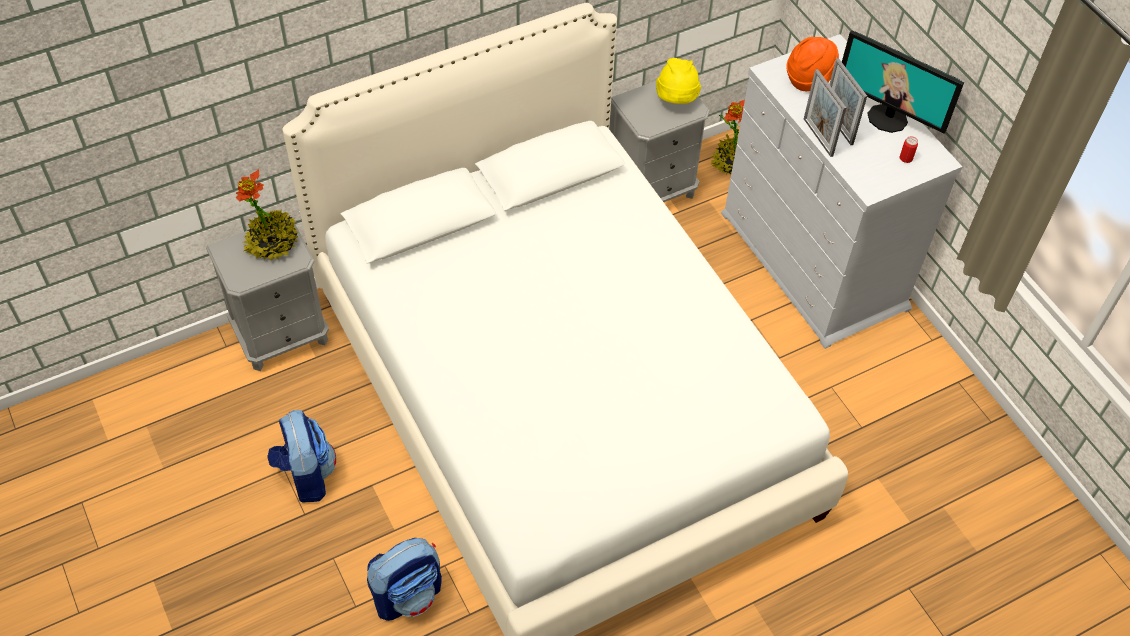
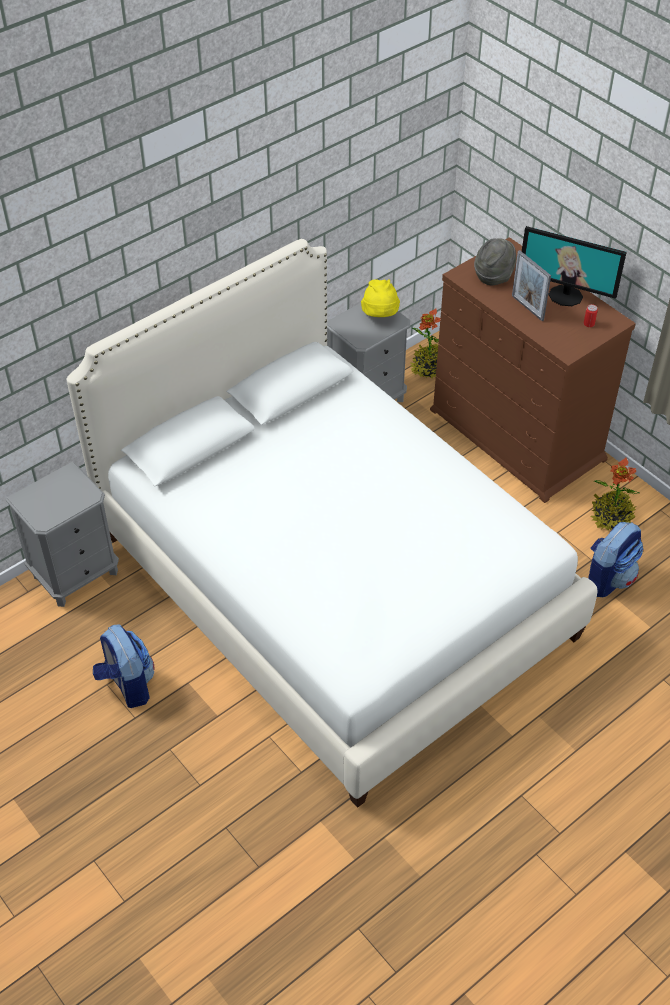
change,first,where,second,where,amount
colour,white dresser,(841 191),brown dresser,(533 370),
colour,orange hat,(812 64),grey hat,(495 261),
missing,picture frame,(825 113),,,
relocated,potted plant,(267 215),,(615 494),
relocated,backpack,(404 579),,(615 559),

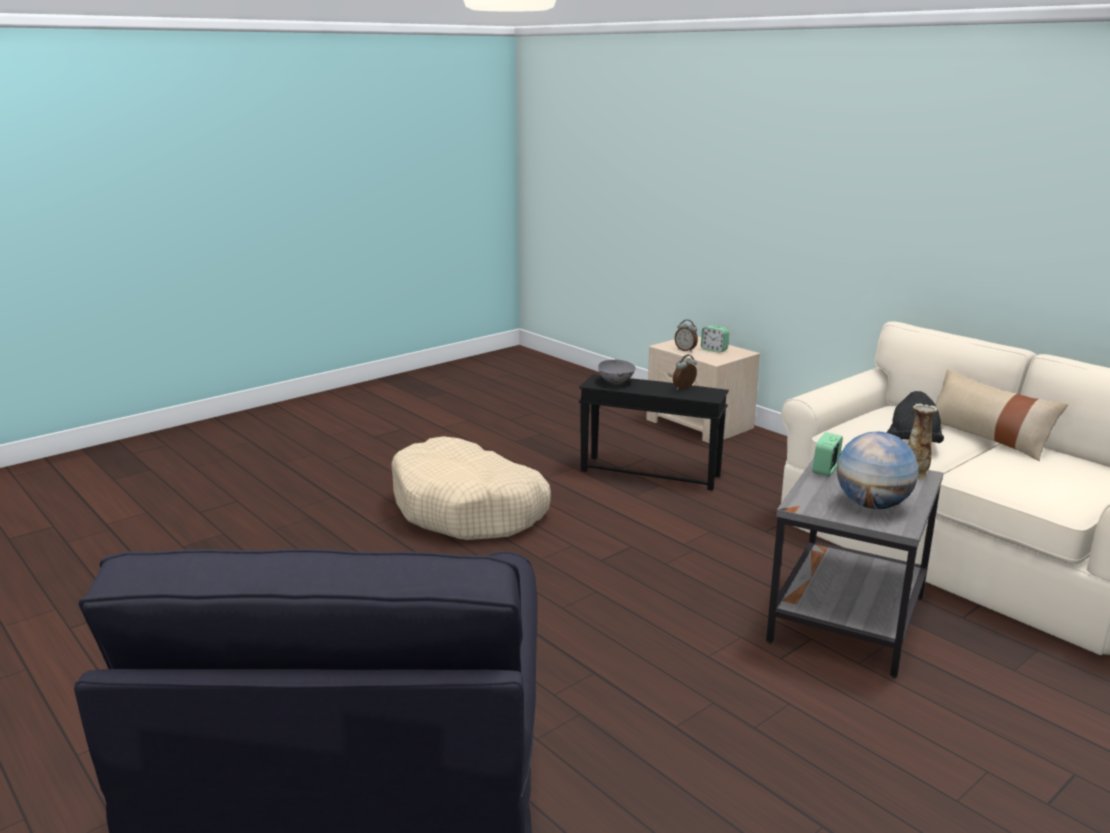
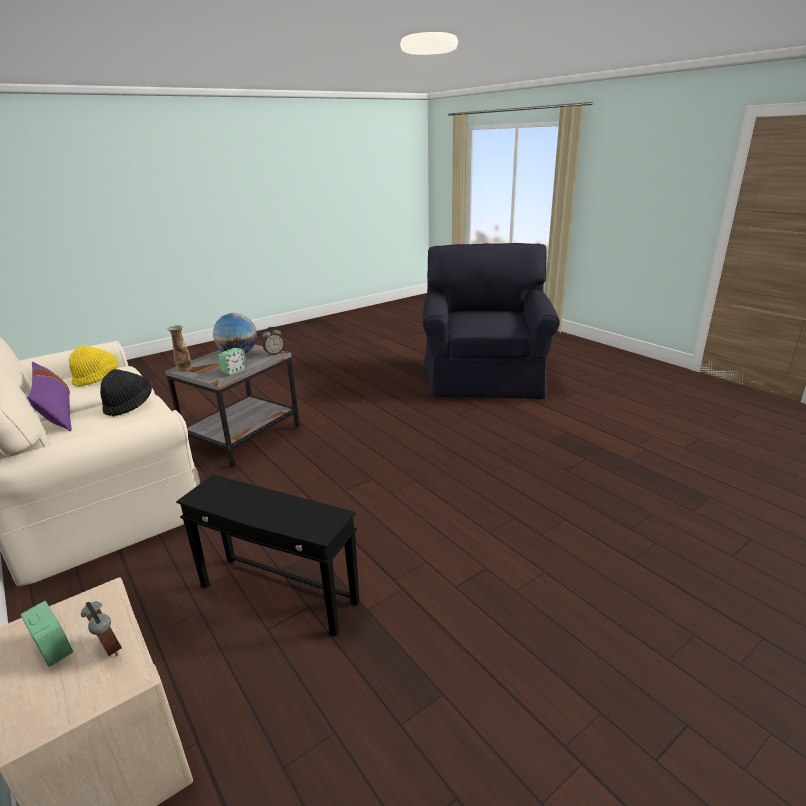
change,first,where,second,where,amount
relocated,alarm clock,(685 372),,(273 341),
missing,grey bowl,(617 372),,,
colour,beige pillow,(1001 415),purple pillow,(49 396),
missing,beige dog bed,(471 488),,,
appeared,,,yellow hat,(93 366),

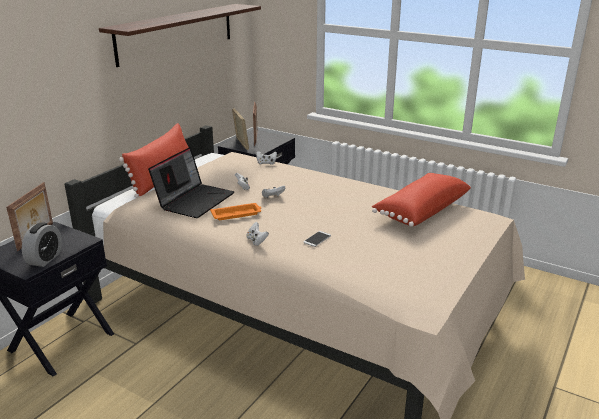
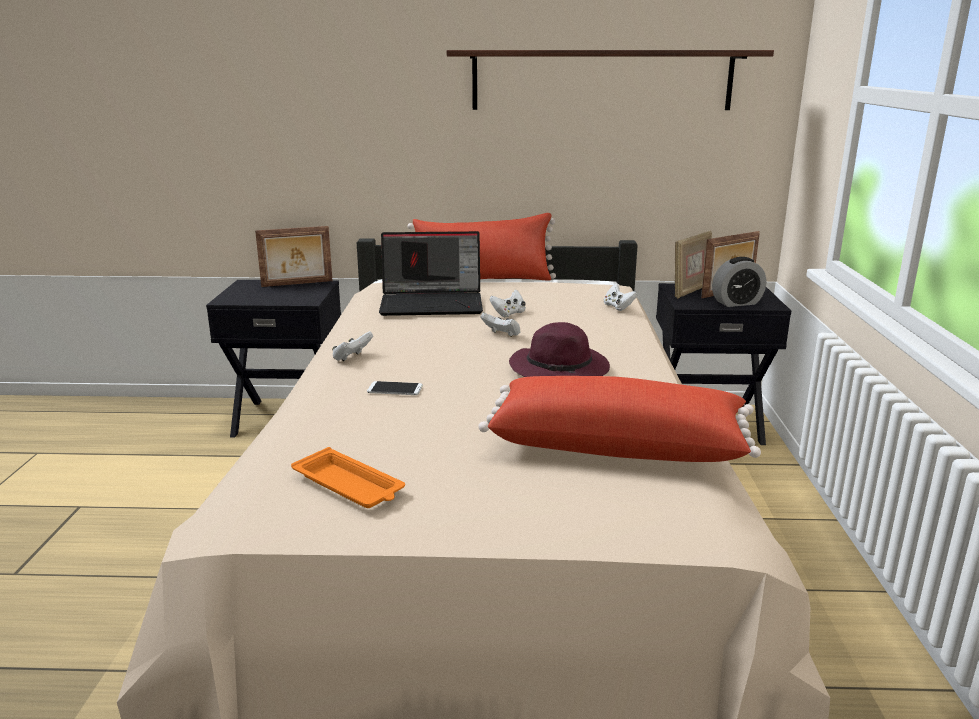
change,first,where,second,where,amount
relocated,orange tray,(235 211),,(348 477),
relocated,alarm clock,(42 244),,(739 282),
appeared,,,purple hat,(559 349),

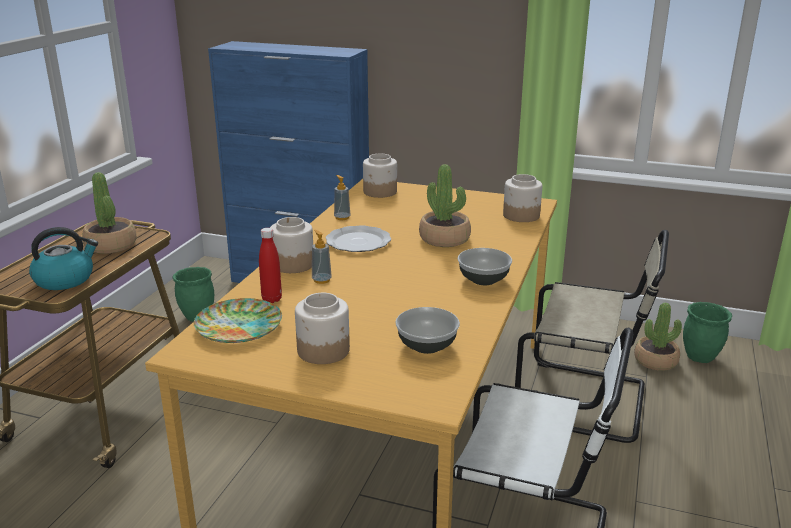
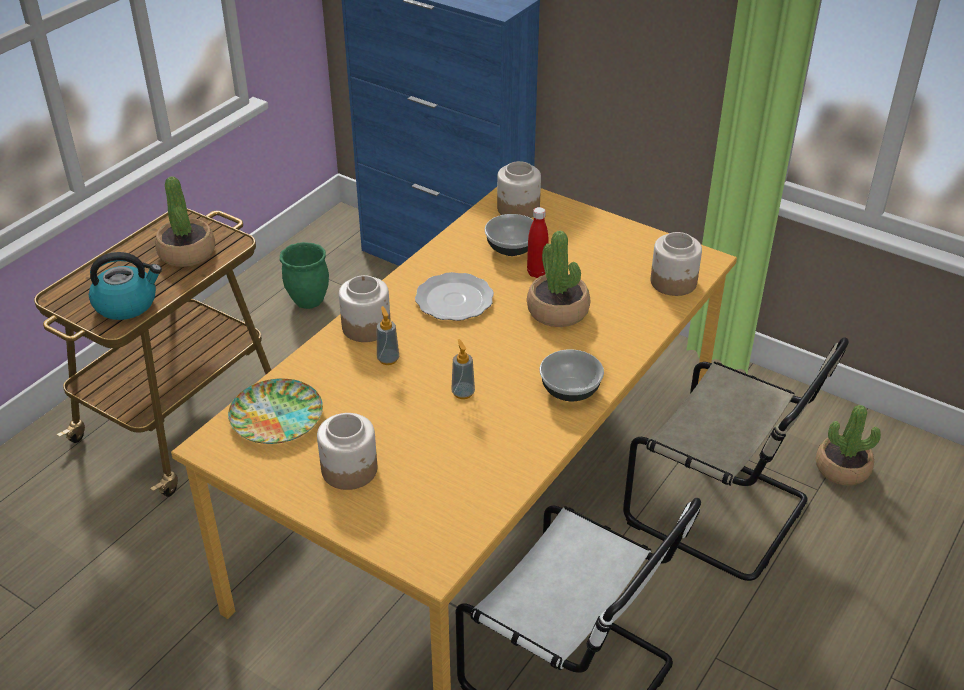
change,first,where,second,where,amount
relocated,soap dispenser,(342 197),,(463 369),
relocated,red bottle,(270 265),,(537 242),
missing,green planter,(707 332),,,
relocated,bowl,(427 330),,(509 235),

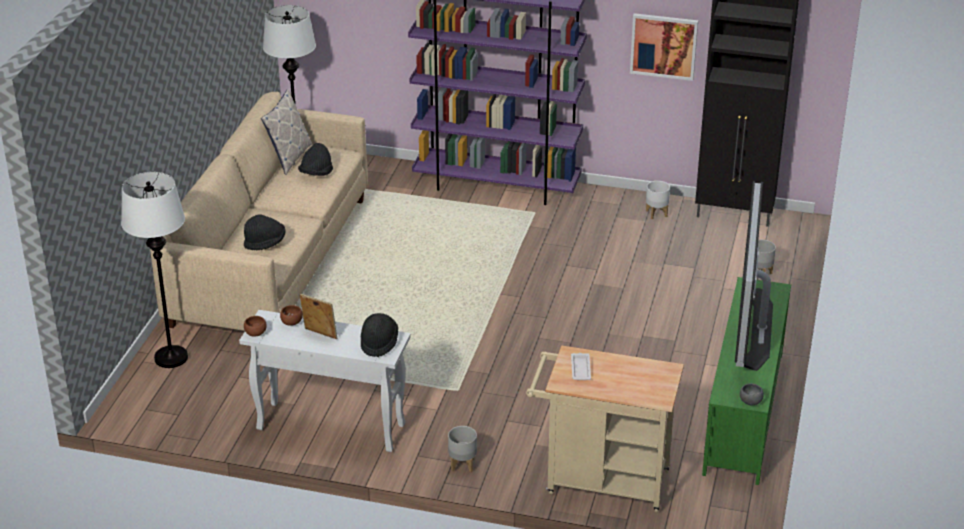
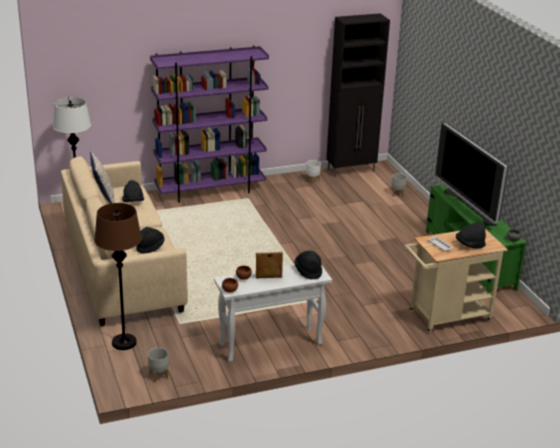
change,first,where,second,where,amount
missing,picture,(664 47),,,
colour,white floor lamp,(154 270),brown floor lamp,(118 276),
relocated,grey planter,(462 449),,(158 365),
appeared,,,black hat,(471 235),

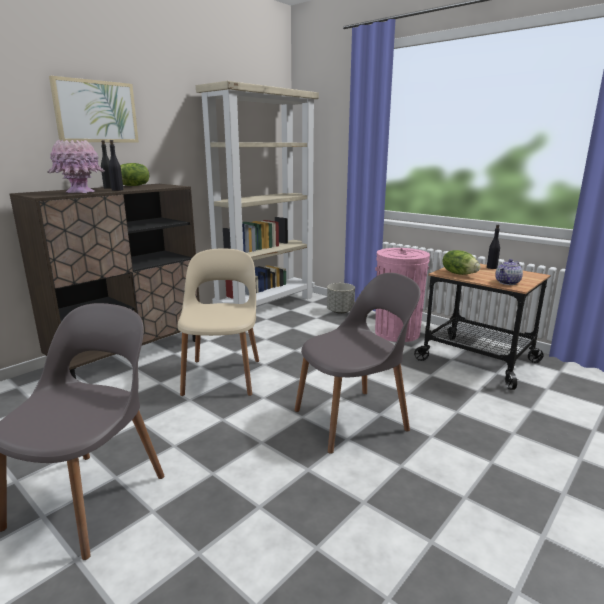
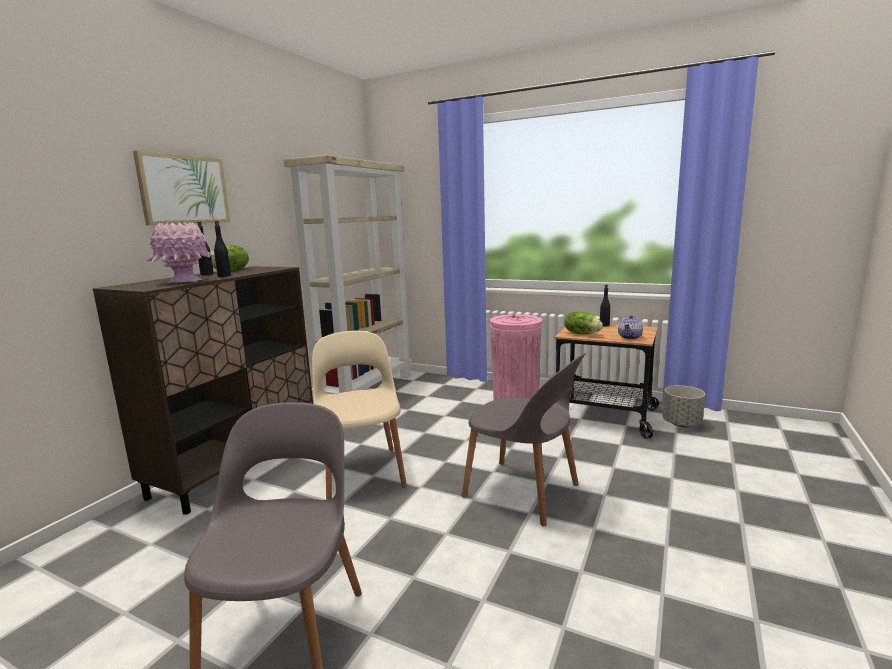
change,first,where,second,where,amount
spun,grey chair,(357 363),,(524 439),75 degrees clockwise
relocated,grey planter,(341 298),,(684 406),

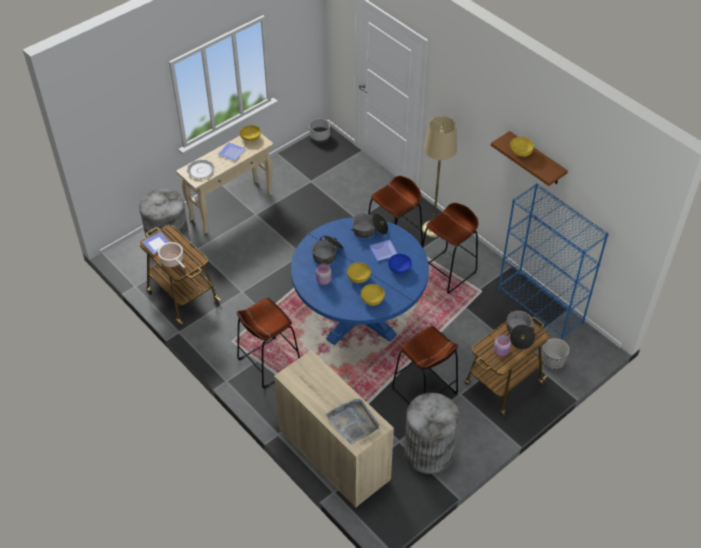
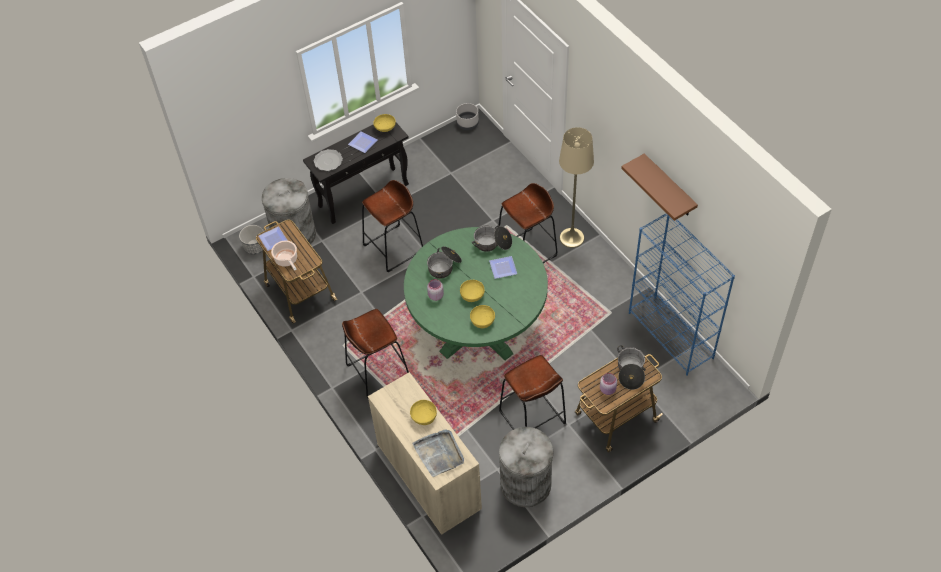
change,first,where,second,where,amount
colour,beige console table,(225 184),black console table,(356 173),
relocated,yellow bowl,(522 147),,(423 412),
relocated,brown stool,(450 248),,(392 226),
colour,blue dining table,(360 281),green dining table,(476 293),
missing,blue bowl,(400 264),,,
relocated,planter,(556 354),,(251 240),

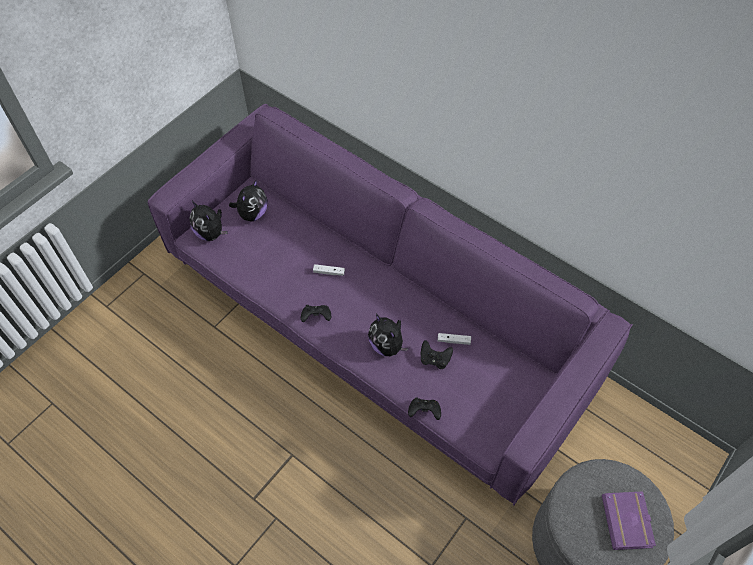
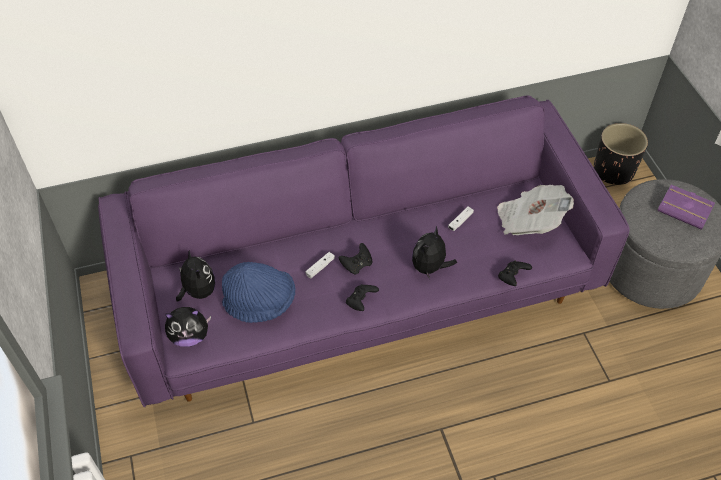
change,first,where,second,where,amount
spun,plush toy,(388 335),,(434 252),120 degrees clockwise
relocated,black game controller,(437 354),,(355 258),
appeared,,,black planter,(621 154),
appeared,,,newspaper,(535 210),
appeared,,,blue hat,(258 292),

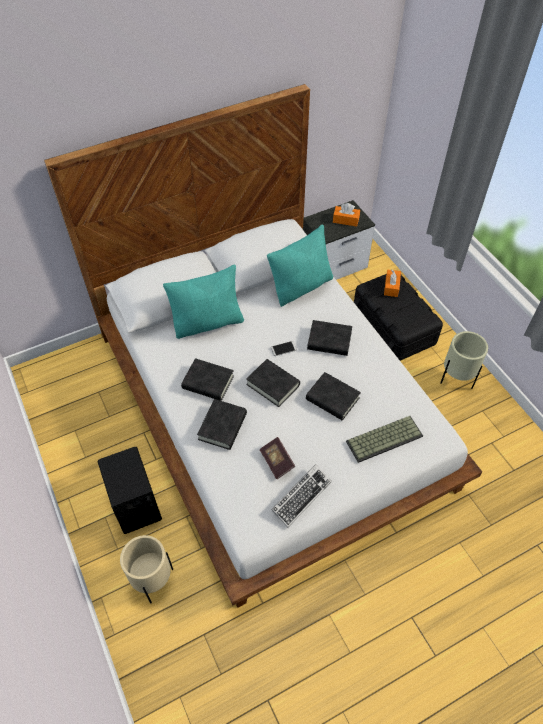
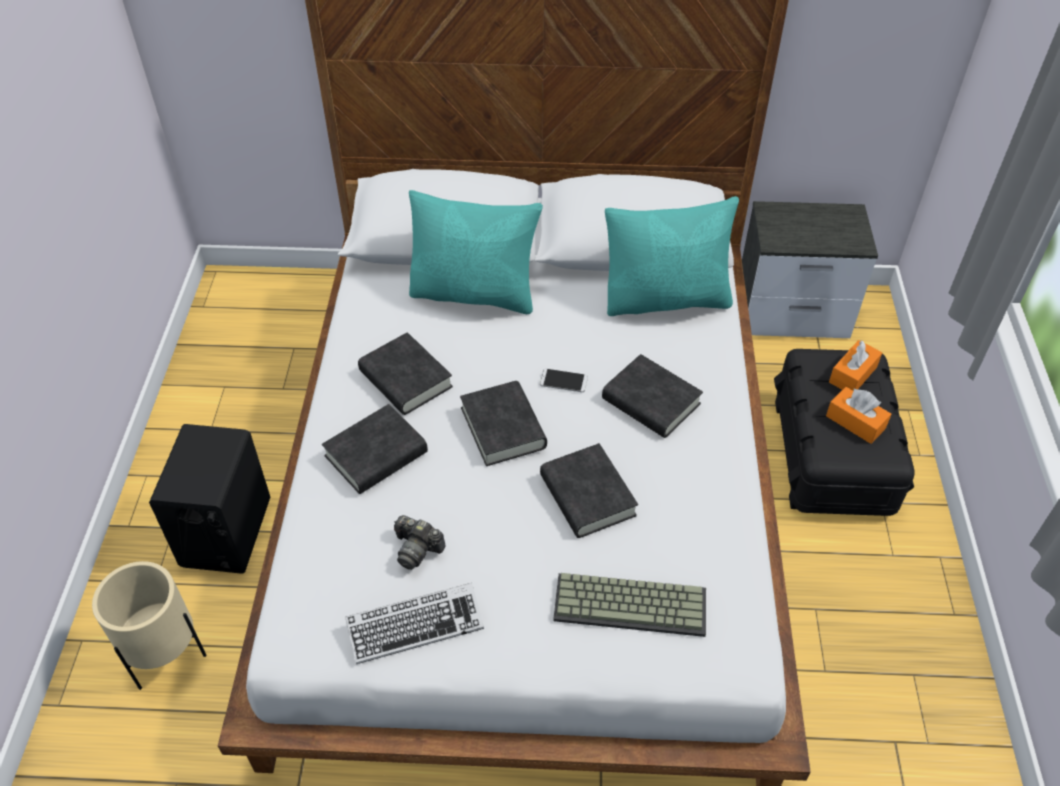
change,first,where,second,where,amount
relocated,orange tissue box,(346 214),,(859 415),
missing,beige planter,(464 360),,,
exchanged,book,(277 458),photo camera,(420 542),

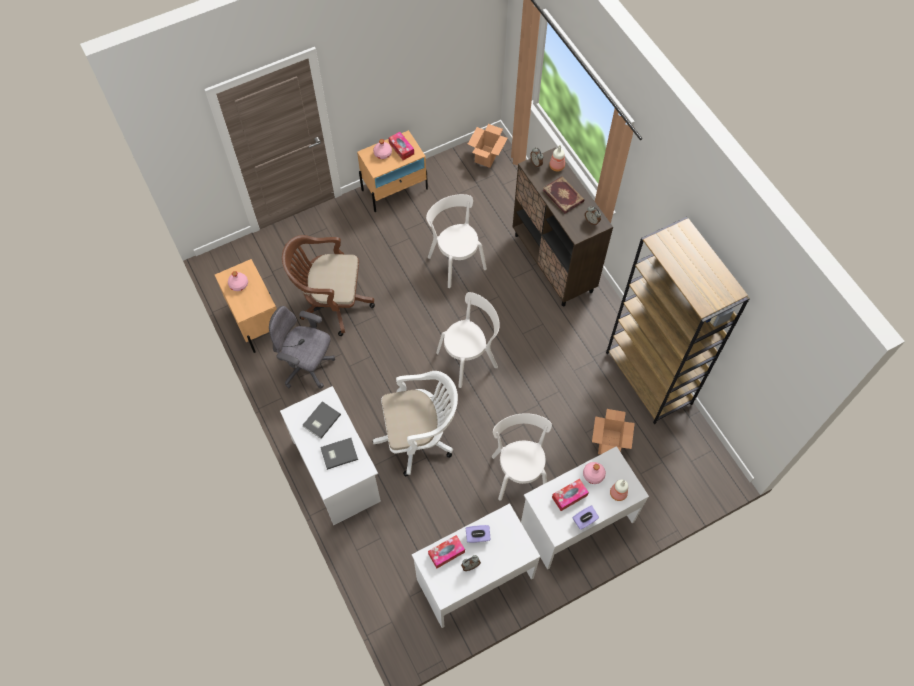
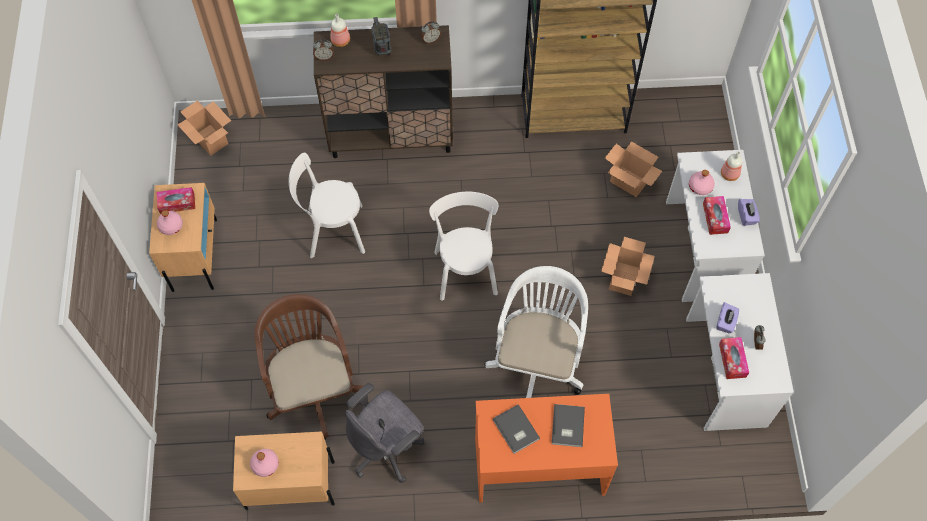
change,first,where,second,where,amount
exchanged,book,(564 195),radio,(381 36),
spun,brown office chair,(328 285),,(309 367),135 degrees clockwise
colour,white desk,(330 455),orange desk,(546 448),
exchanged,white chair,(522 457),cardboard box,(628 266),

